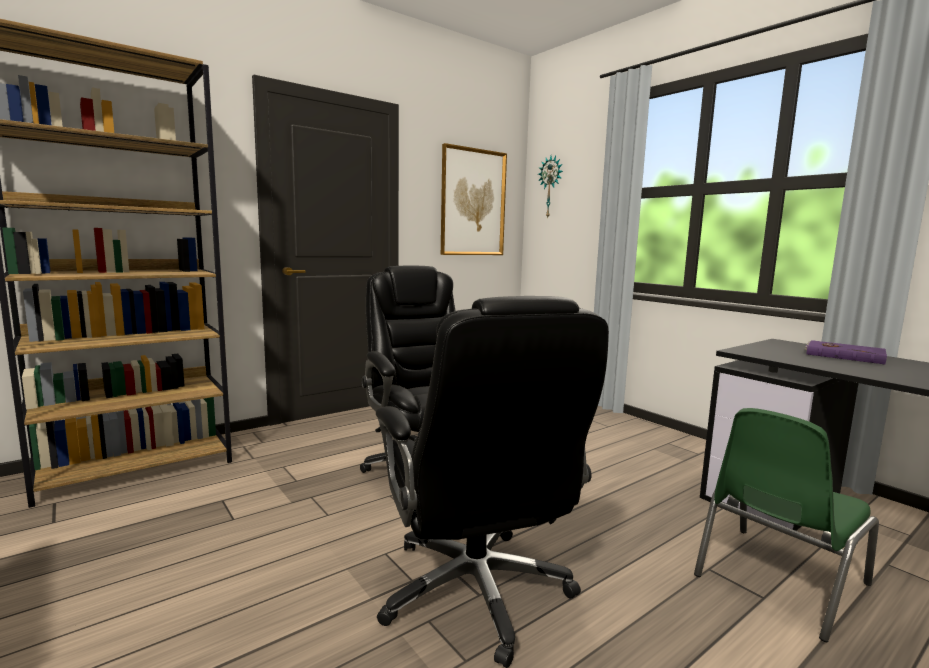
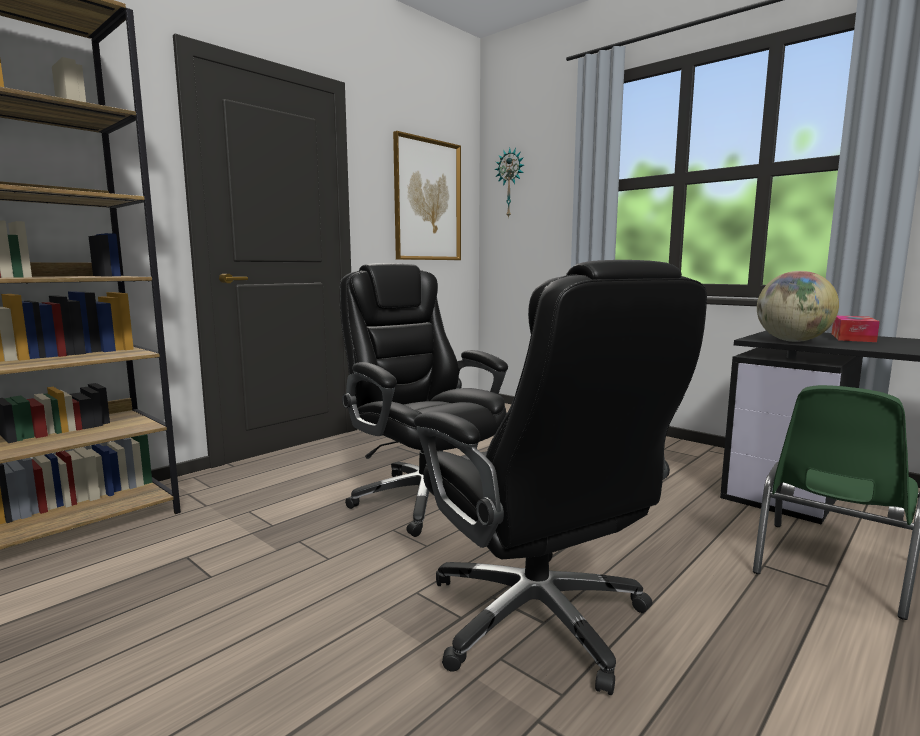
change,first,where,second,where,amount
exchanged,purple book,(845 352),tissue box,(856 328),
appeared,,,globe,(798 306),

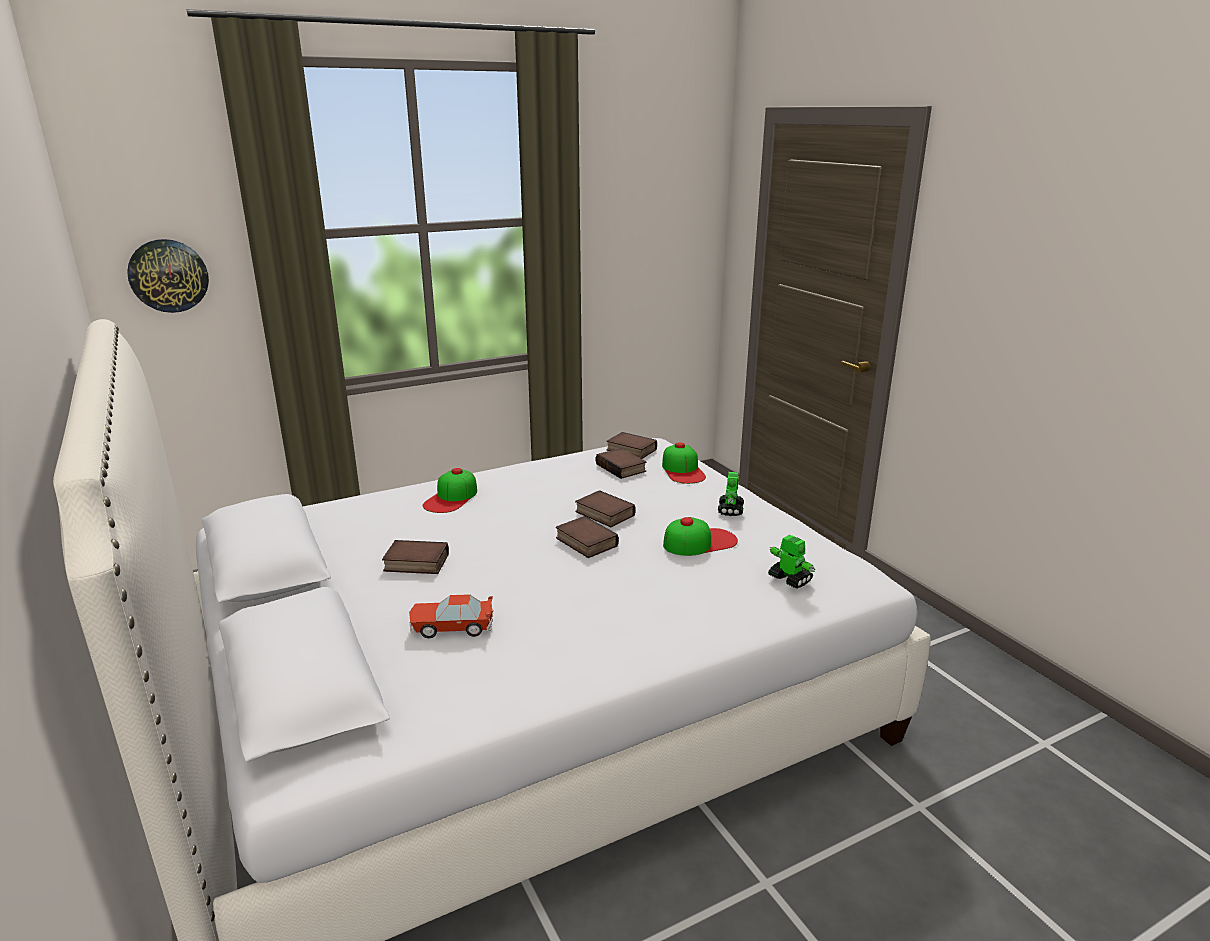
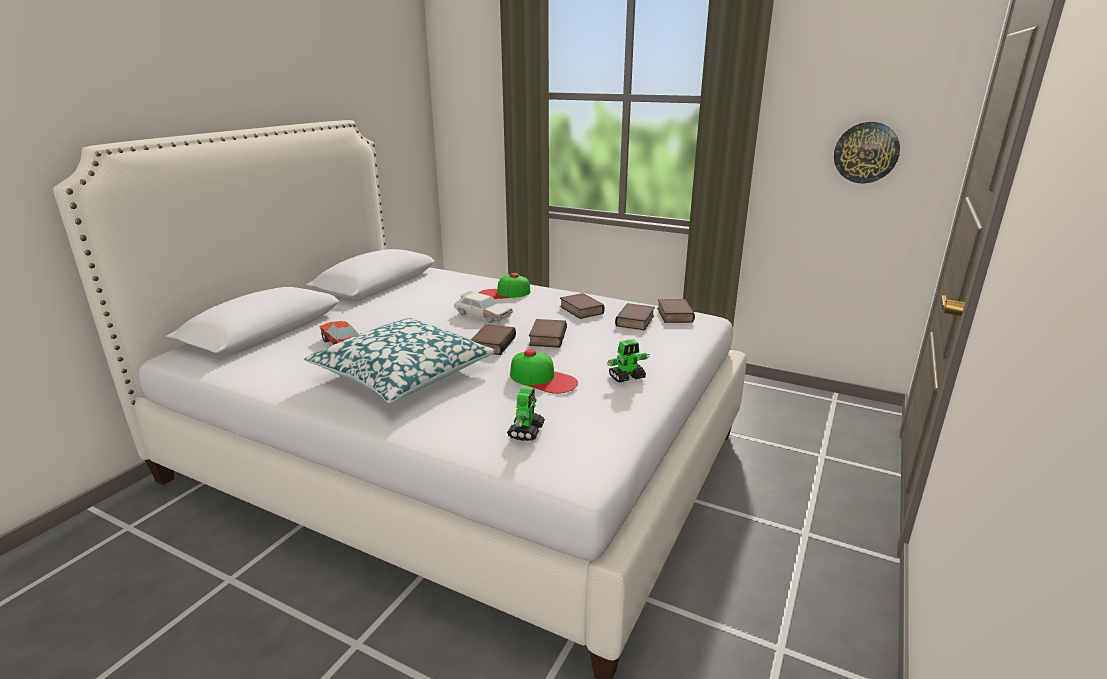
change,first,where,second,where,amount
relocated,wall clock,(168 276),,(867 153),
missing,cap,(684 463),,,
relocated,book,(415 557),,(582 306),
appeared,,,toy car,(483 307),
appeared,,,pillow,(400 360),

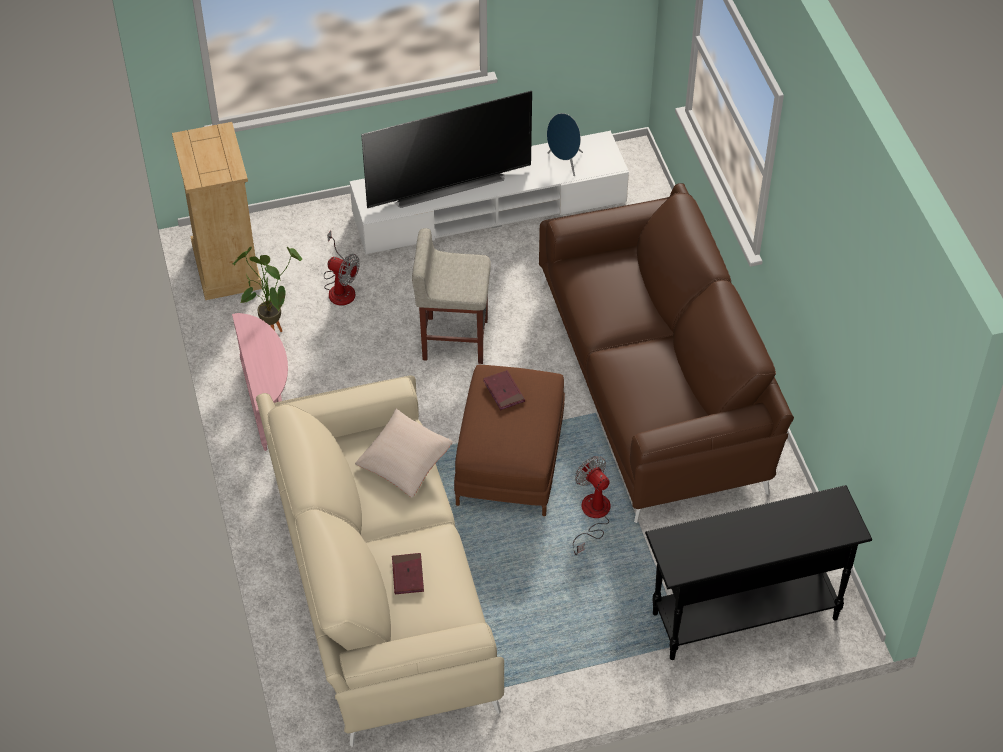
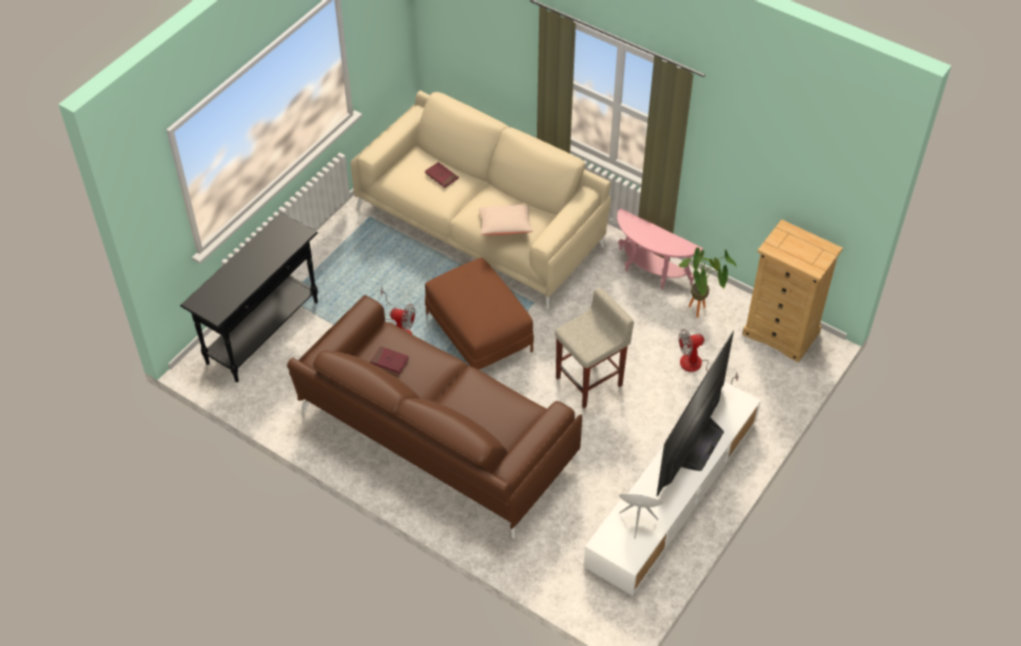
change,first,where,second,where,amount
relocated,red book,(504 390),,(389 360),

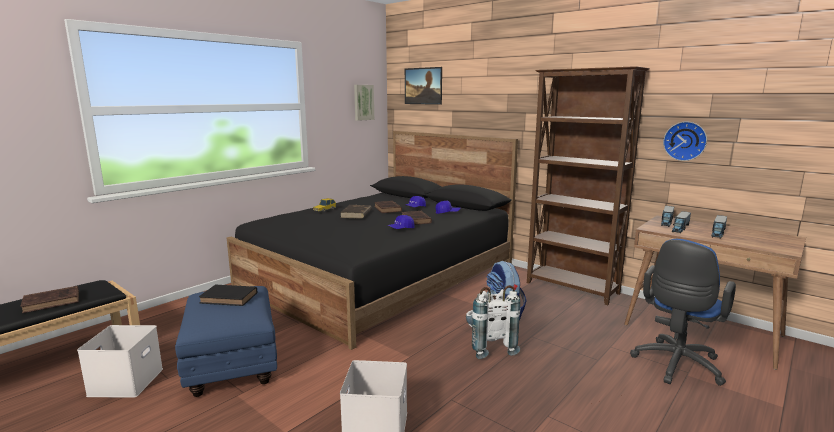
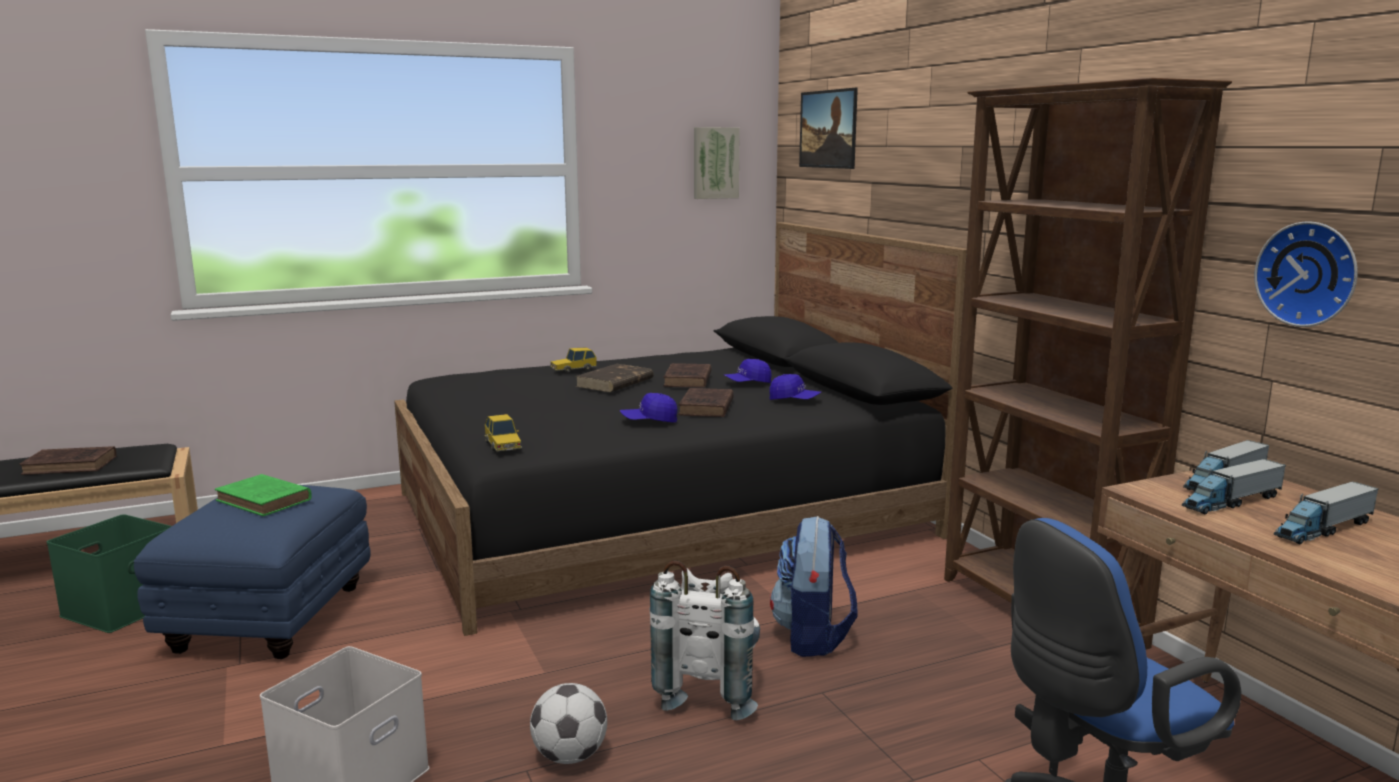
change,first,where,second,where,amount
colour,black book,(228 295),green book,(263 495),
colour,white storage box,(120 361),green storage box,(109 573),
appeared,,,toy car,(503 432),
appeared,,,football,(568 723),

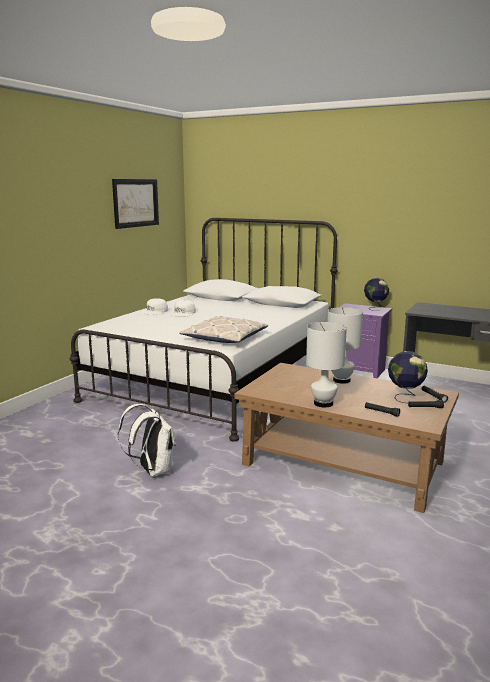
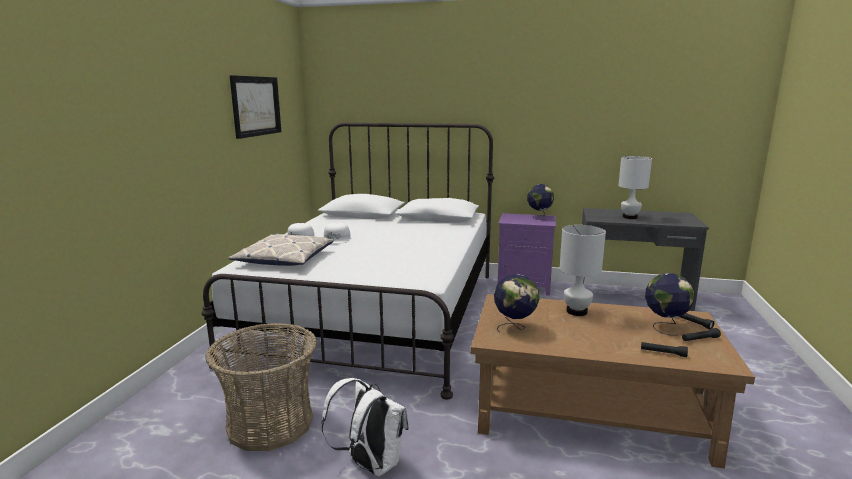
change,first,where,second,where,amount
relocated,pillow,(224 329),,(281 249),
relocated,white table lamp,(326 364),,(635 187),
appeared,,,globe,(516 303),
appeared,,,basket,(261 387),

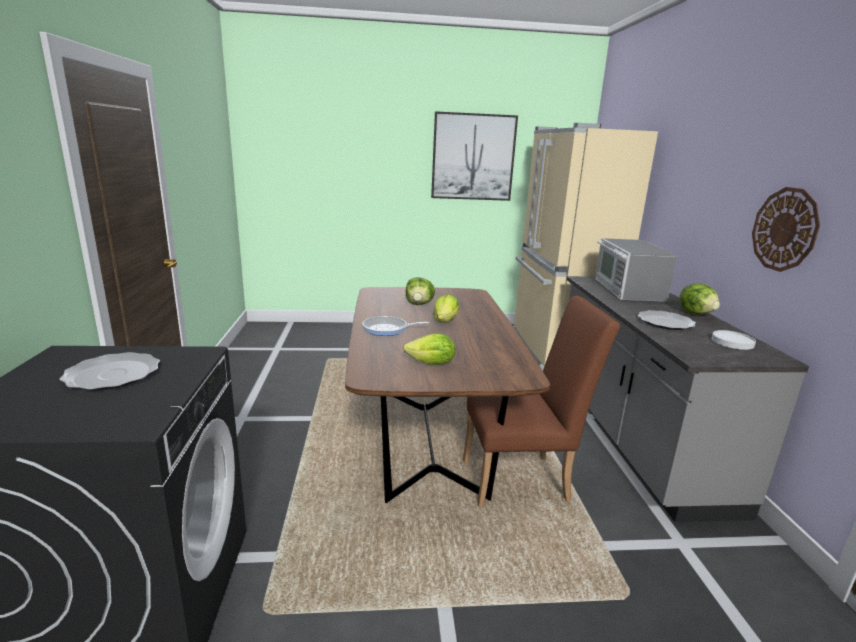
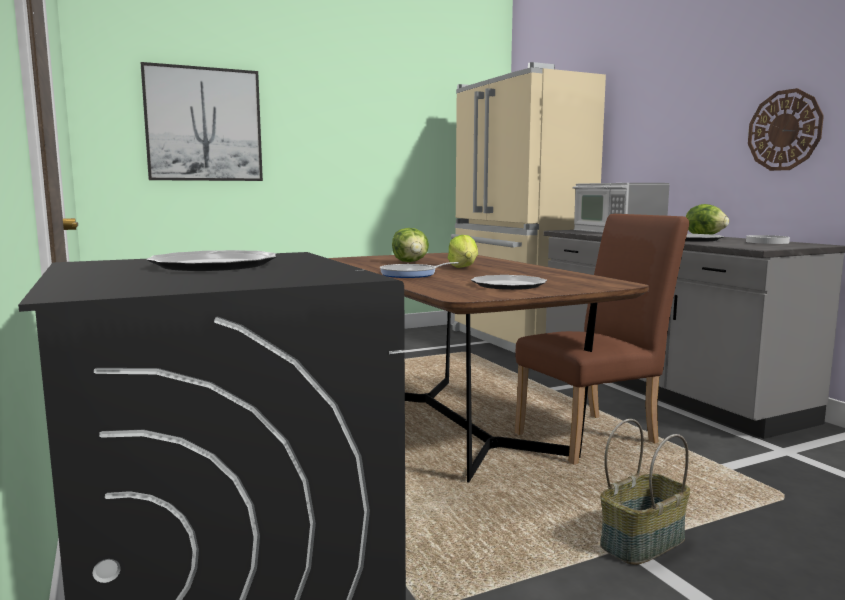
change,first,where,second,where,amount
relocated,picture,(474 156),,(202 121),
exchanged,lettuce,(429 349),plate,(509 282),
appeared,,,basket,(645 492),

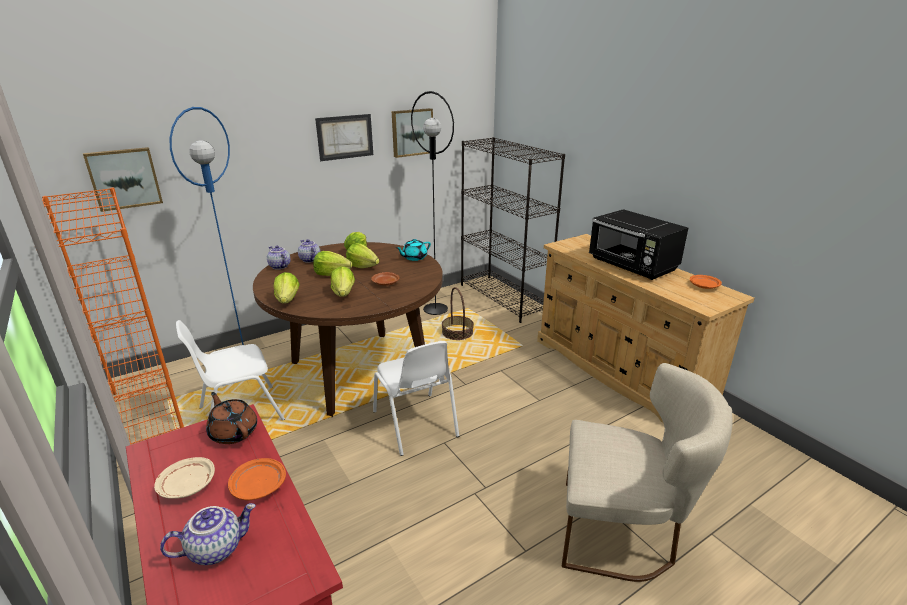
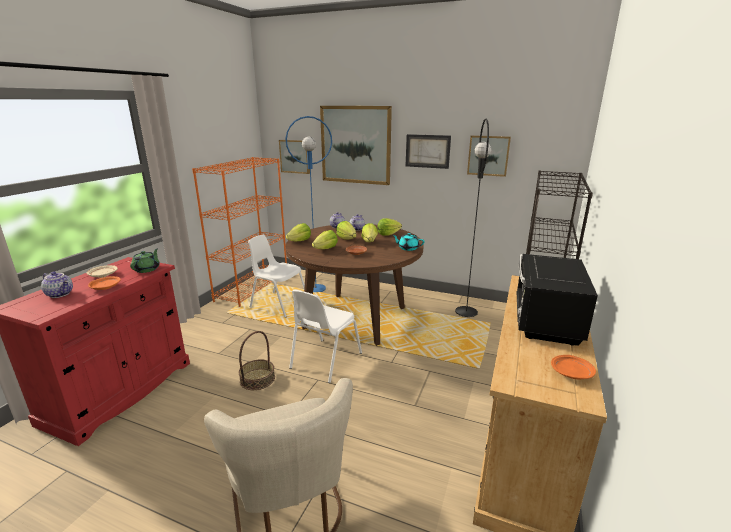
change,first,where,second,where,amount
relocated,basket,(457 313),,(257 360),
colour,brown teapot,(231 418),green teapot,(145 260),
appeared,,,picture,(356 145),

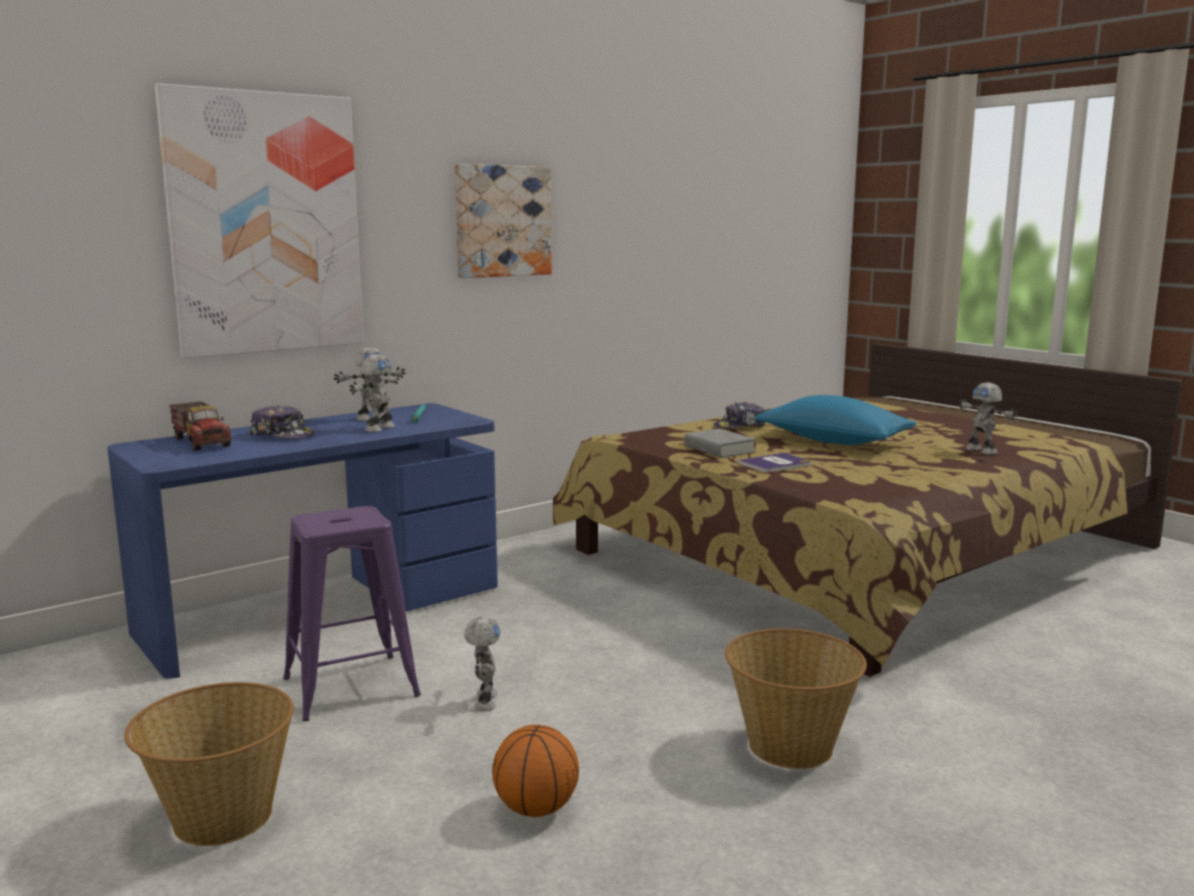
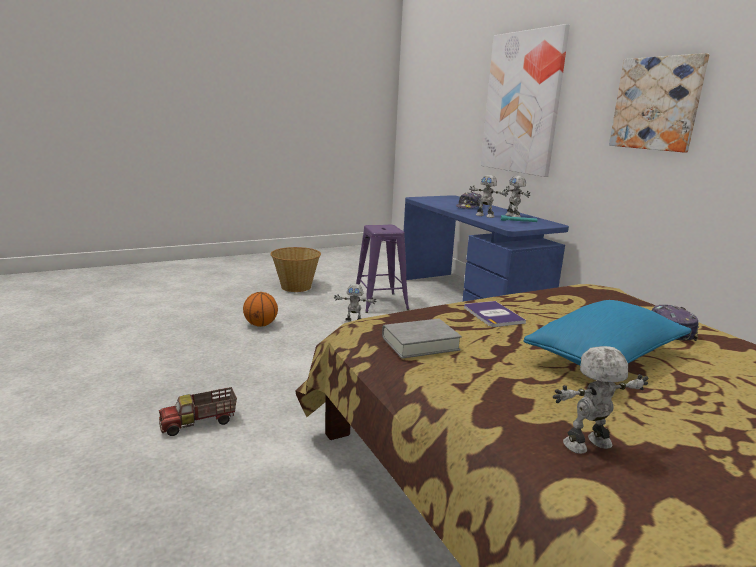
change,first,where,second,where,amount
relocated,toy truck,(200 426),,(198 411),
relocated,grey book,(720 443),,(422 339),
missing,basket,(796 698),,,

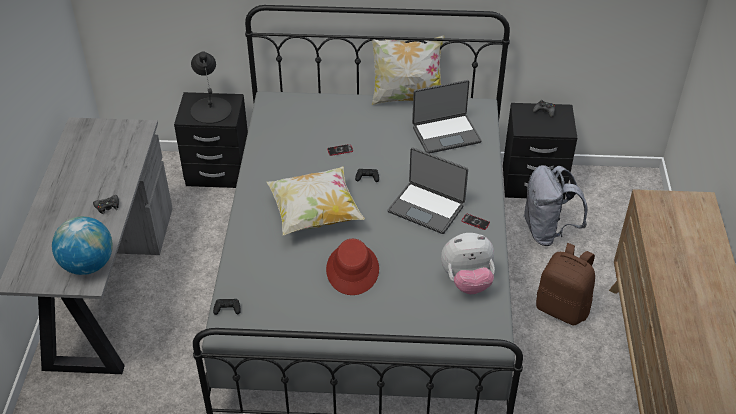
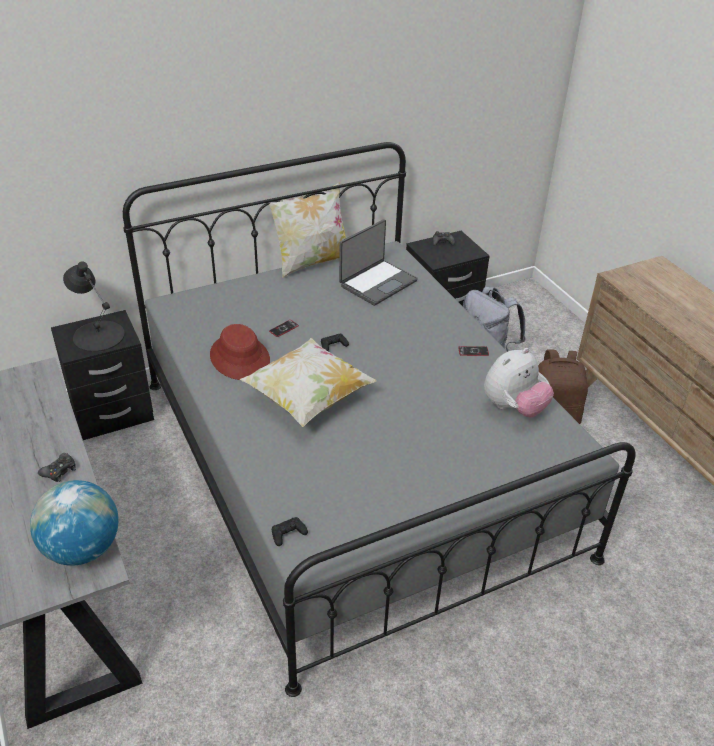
change,first,where,second,where,amount
missing,laptop,(428 190),,,
relocated,red hat,(352 267),,(240 352),

